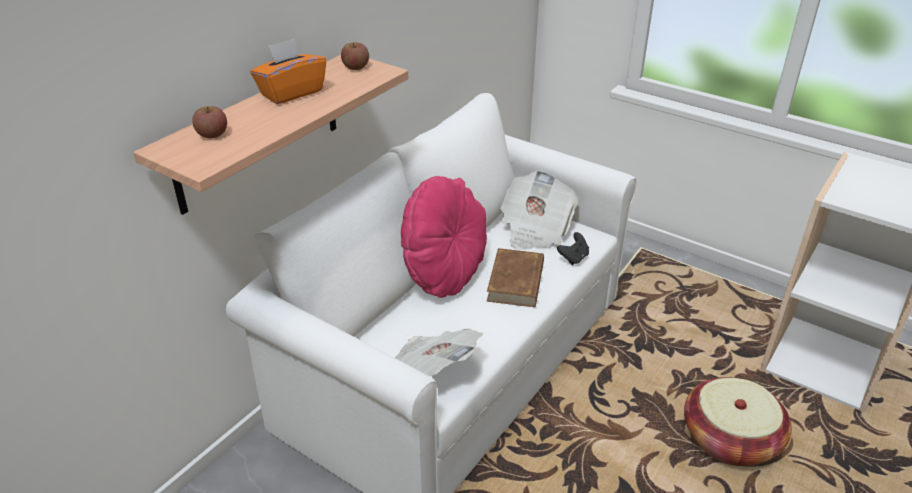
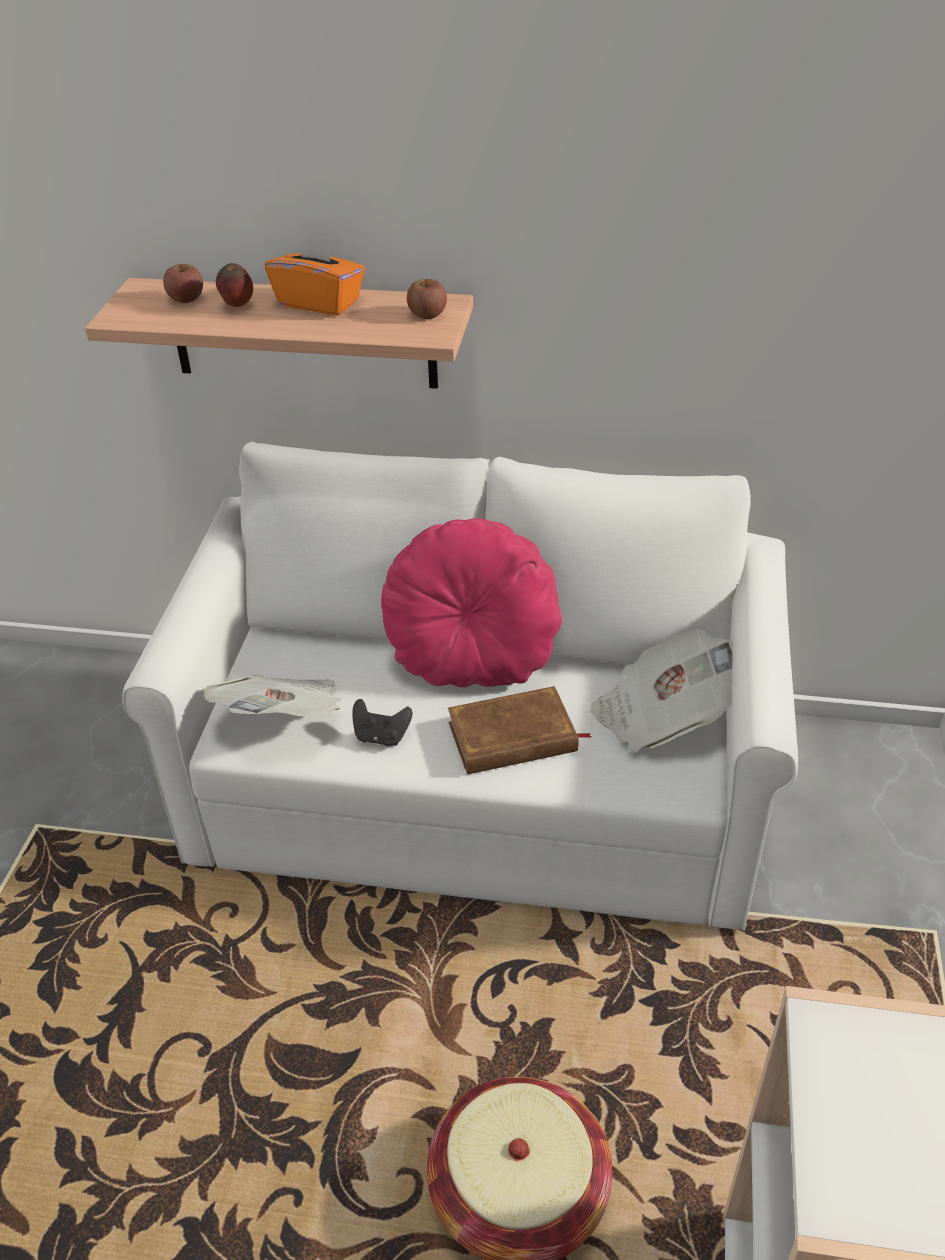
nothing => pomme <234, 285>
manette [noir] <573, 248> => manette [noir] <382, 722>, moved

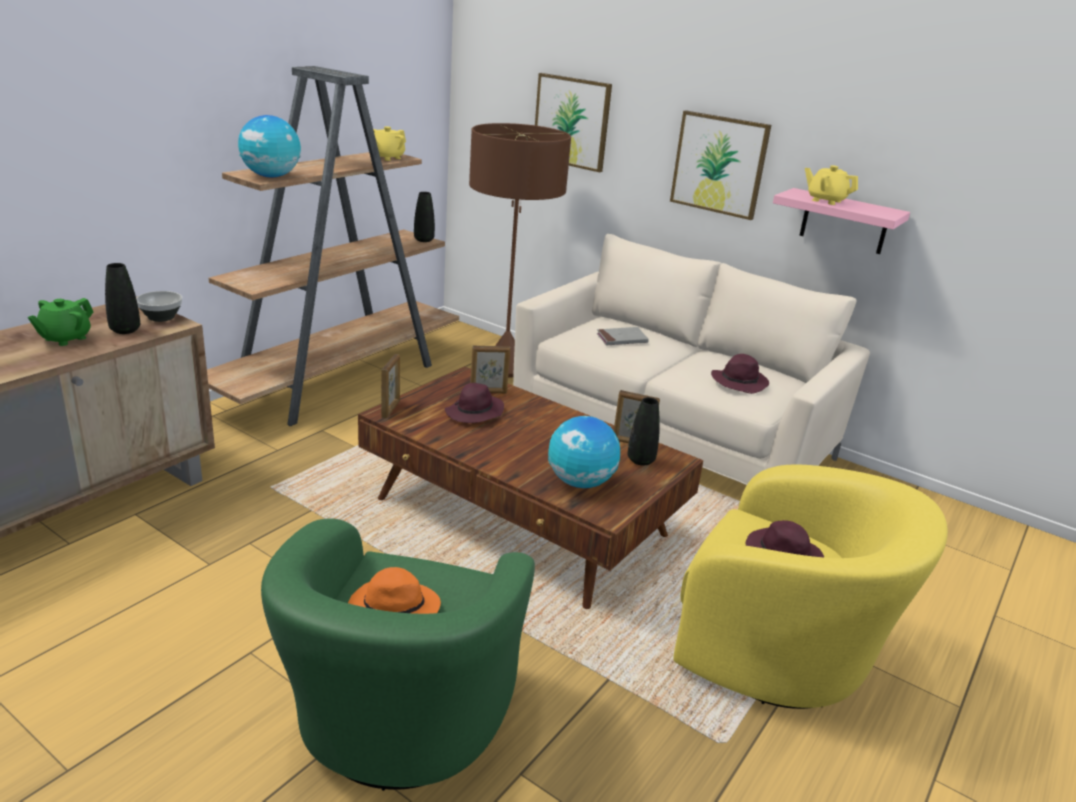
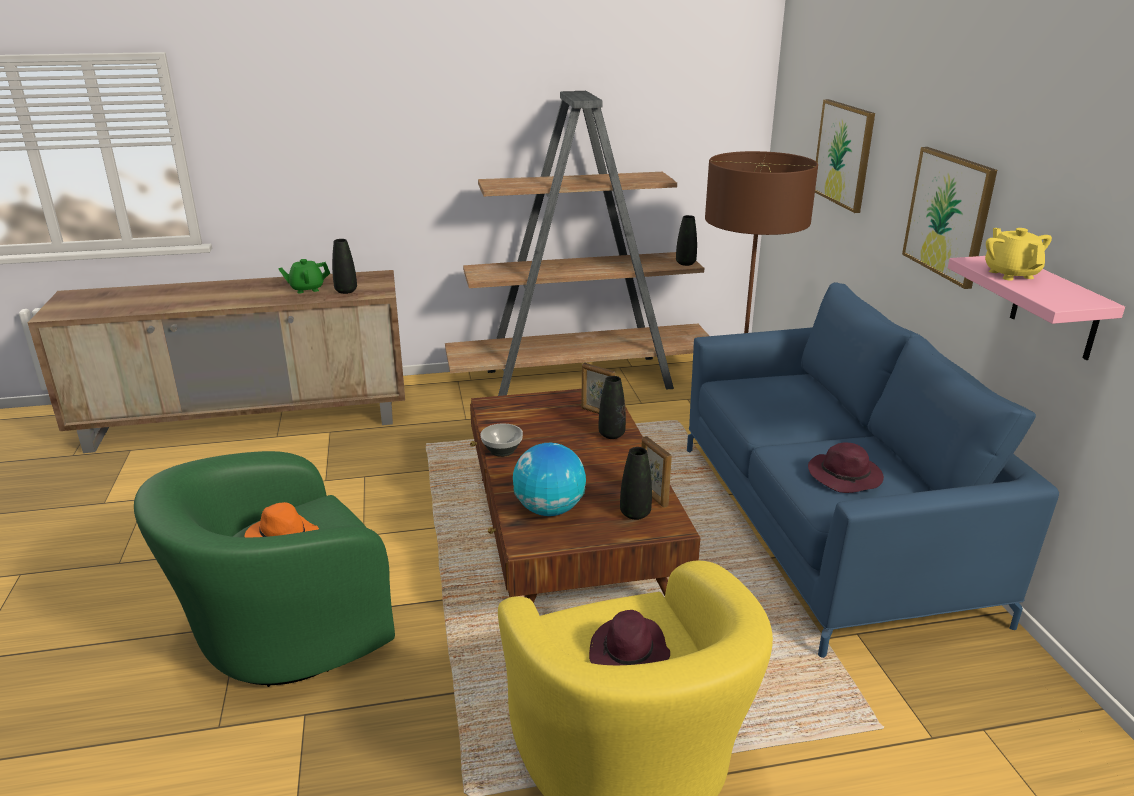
globe <269, 146> => nothing
théière [jaune] <389, 143> => nothing
cadre photo <390, 386> => nothing
chapeau [violet] <474, 403> => nothing
livre [gris] <623, 336> => nothing
nothing => vase [noir] <612, 407>
bol <159, 306> => bol <501, 440>, moved
canapé [beige] <691, 359> => canapé [bleu] <873, 470>

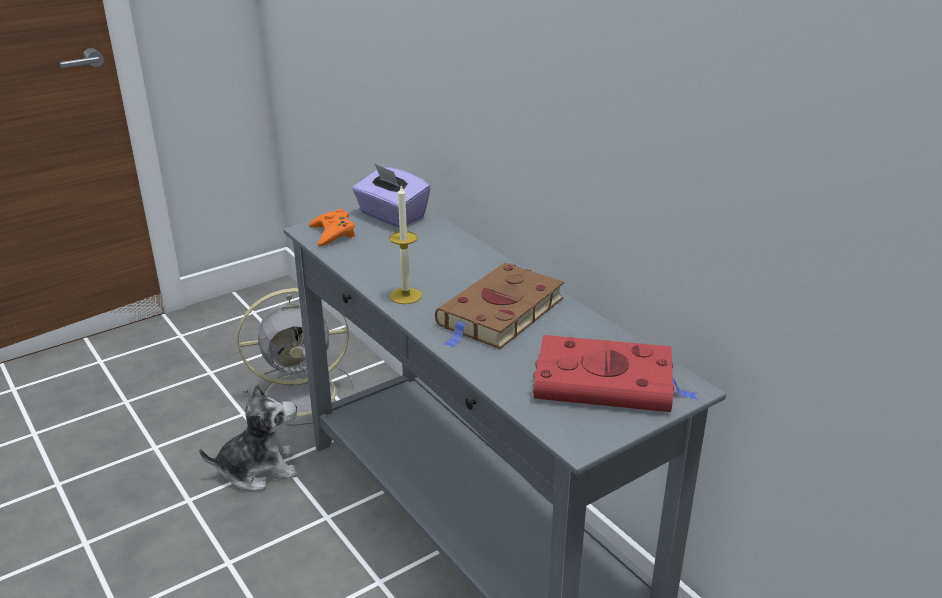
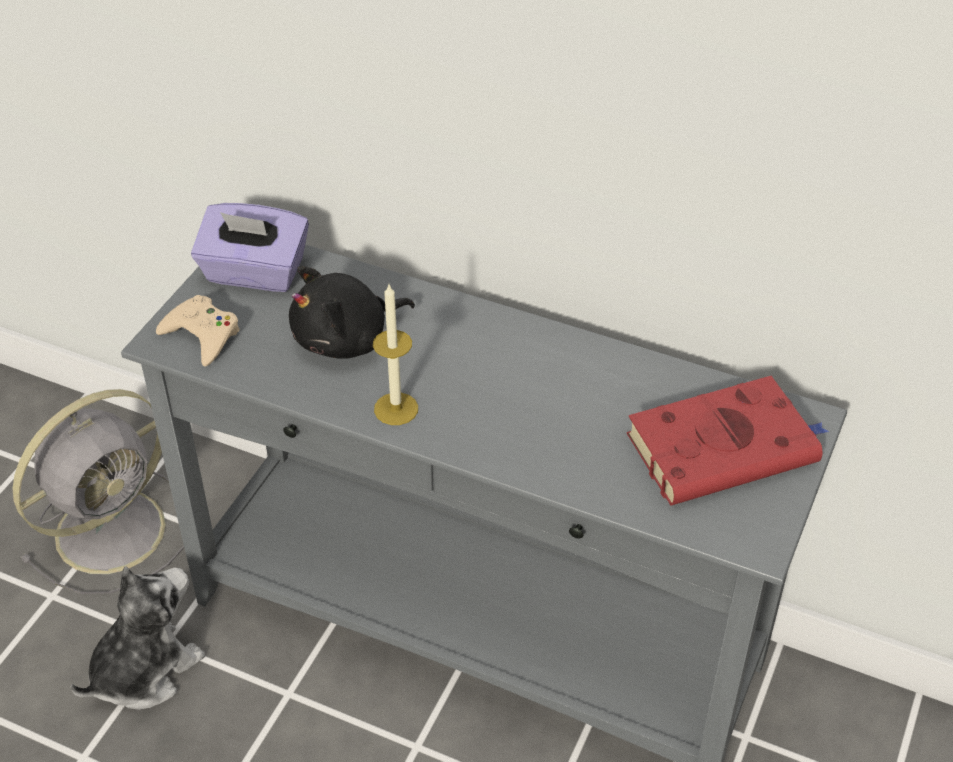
livre [marron] <499, 306> => nothing
nothing => peluche [noir] <352, 312>
manette [orange] <332, 227> => manette [beige] <198, 330>

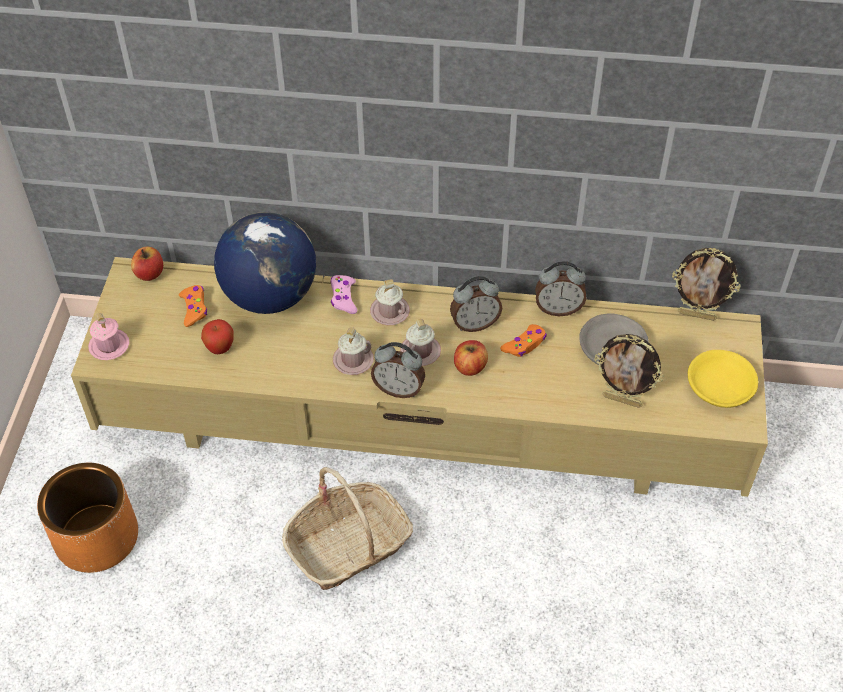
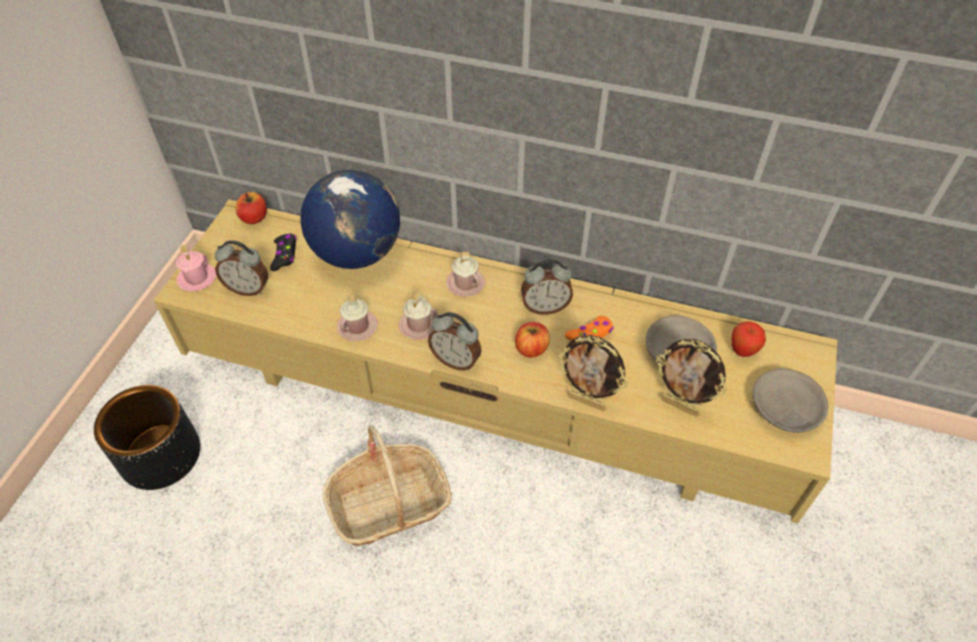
manette [rose] <344, 294> => nothing
pomme <217, 336> => pomme <748, 339>, moved
mug [rose] <420, 342> => mug [rose] <357, 317>, moved
réveil <560, 288> => réveil <241, 268>, moved
cadre photo <706, 284> => cadre photo <592, 373>, moved
cache-pot [orange] <87, 518> => cache-pot [noir] <147, 437>
manette [orange] <193, 306> => manette [noir] <283, 252>
bol [jaune] <723, 379> => bol [gris] <790, 400>

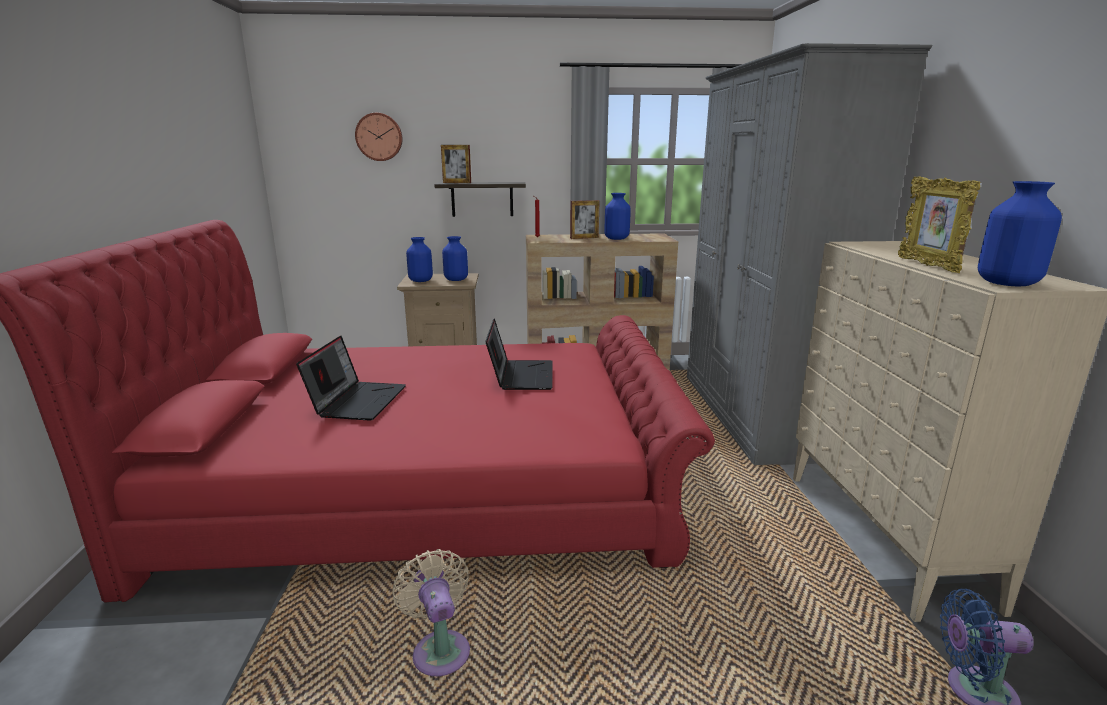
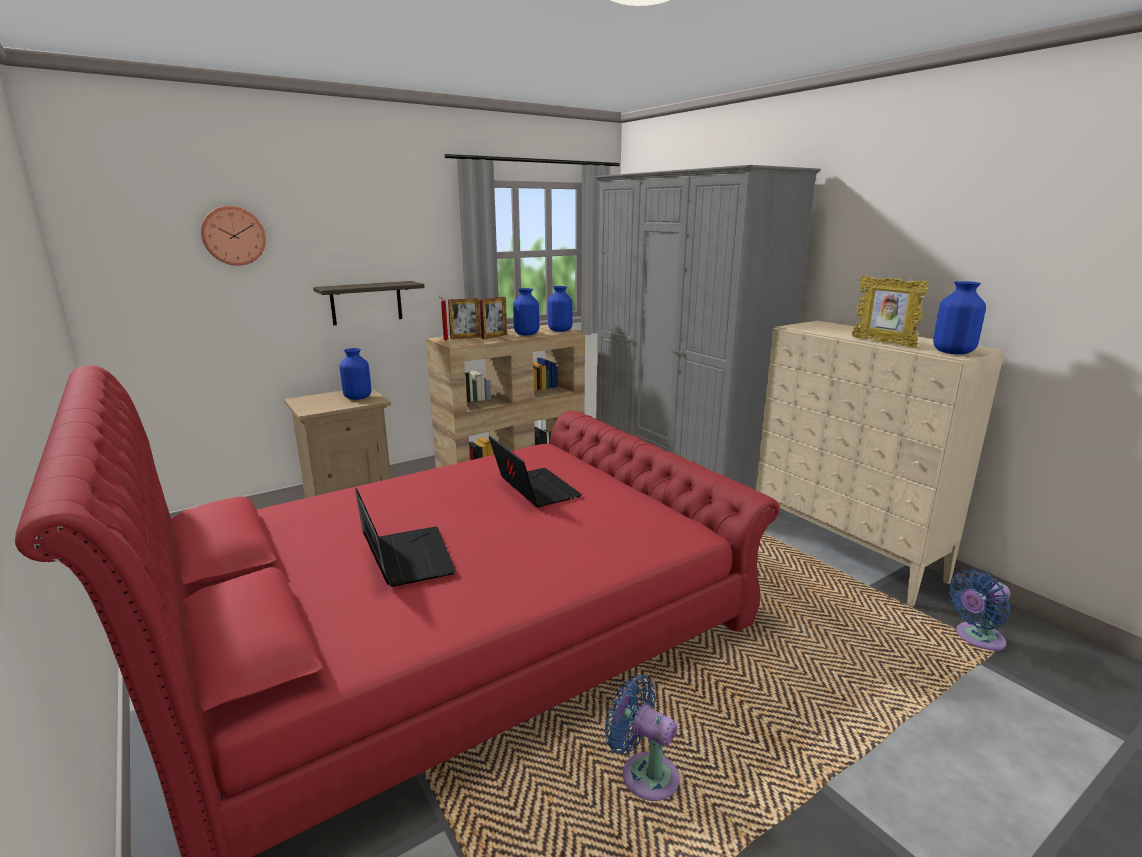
vase [bleu] <419, 259> => vase [bleu] <560, 309>, moved
cadre photo <456, 164> => cadre photo <464, 318>, moved
ventilateur [beige] <431, 612> => ventilateur [bleu] <642, 738>

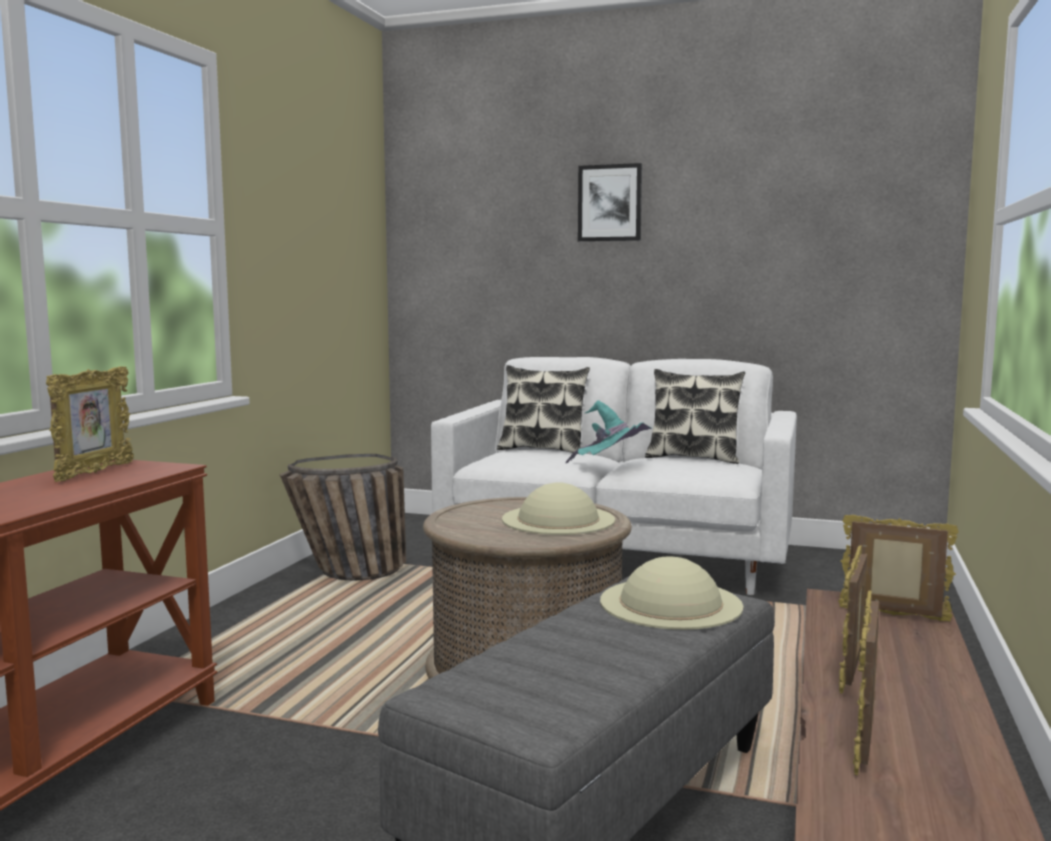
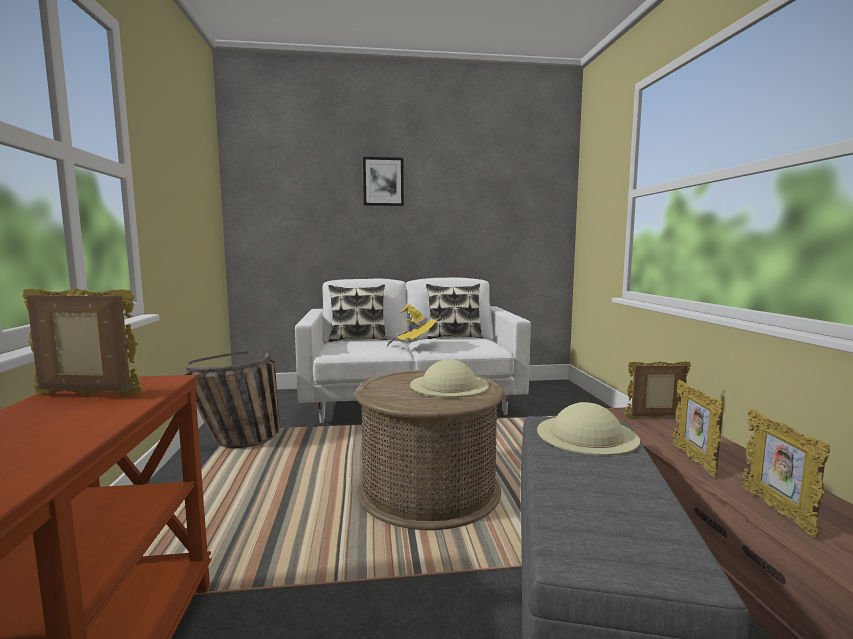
chapeau [turquoise] <608, 431> => chapeau [jaune] <414, 325>
cadre photo <90, 424> => cadre photo <83, 342>, 75 degrees counterclockwise

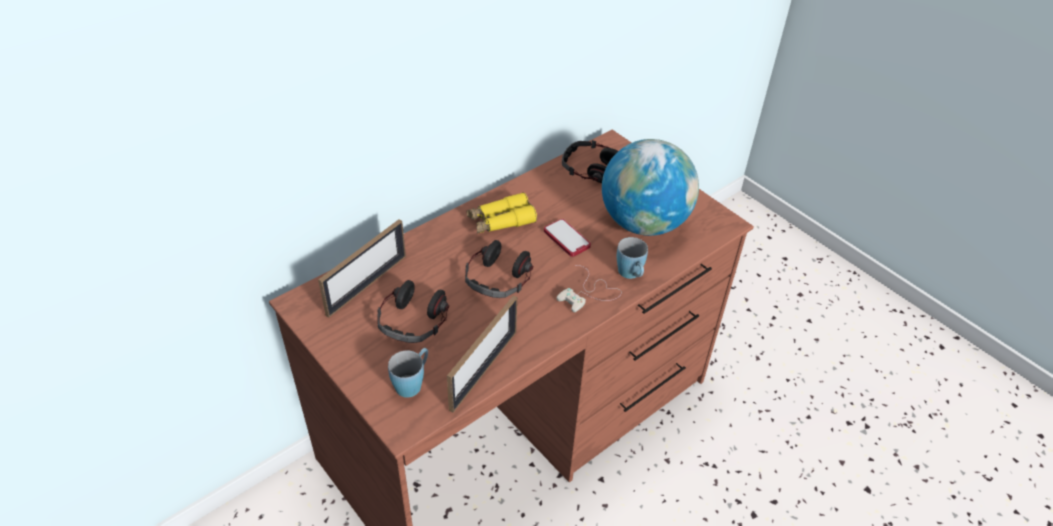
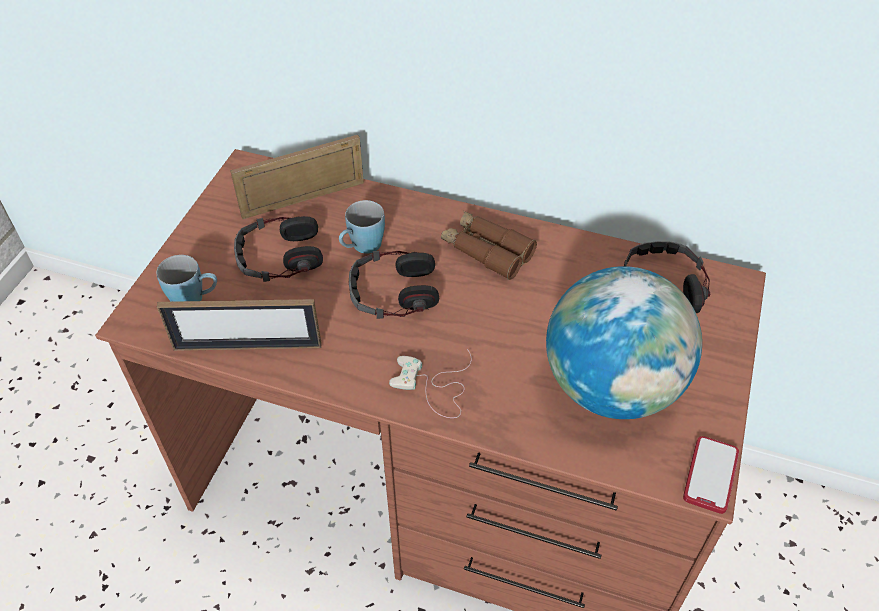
téléphone <567, 238> => téléphone <711, 475>, moved
mug [bleu] <632, 258> => mug [bleu] <362, 227>, moved
jumelles [jaune] <502, 212> => jumelles [marron] <489, 245>
cadre photo <362, 268> => cadre photo <297, 177>, 150 degrees clockwise

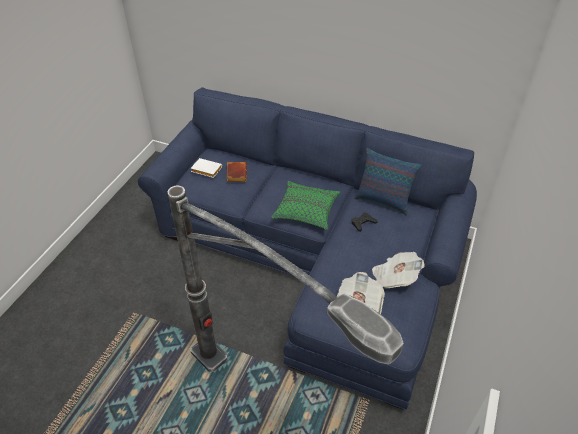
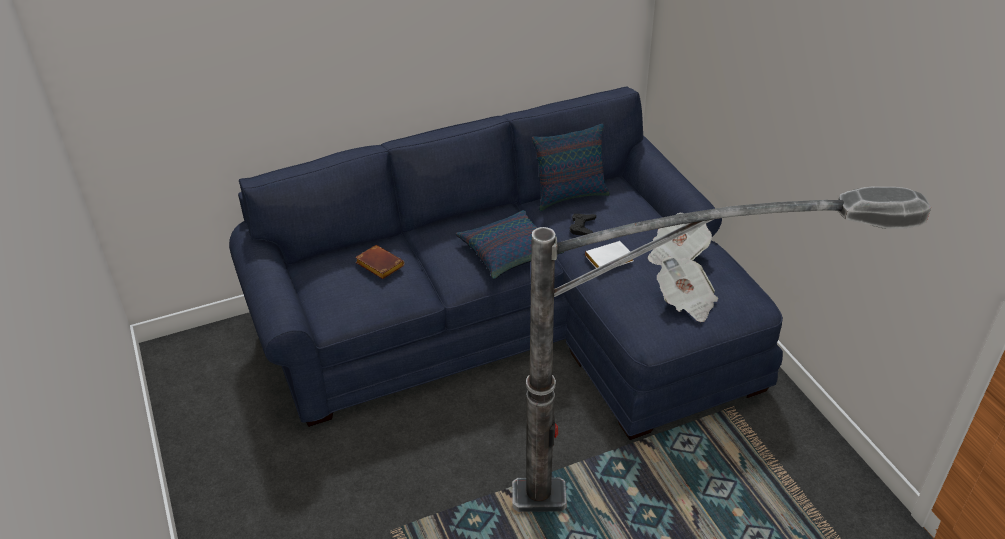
livre [blanc] <206, 168> => livre [blanc] <609, 254>, moved
coussin [vert] <305, 205> => coussin [bleu] <510, 244>

